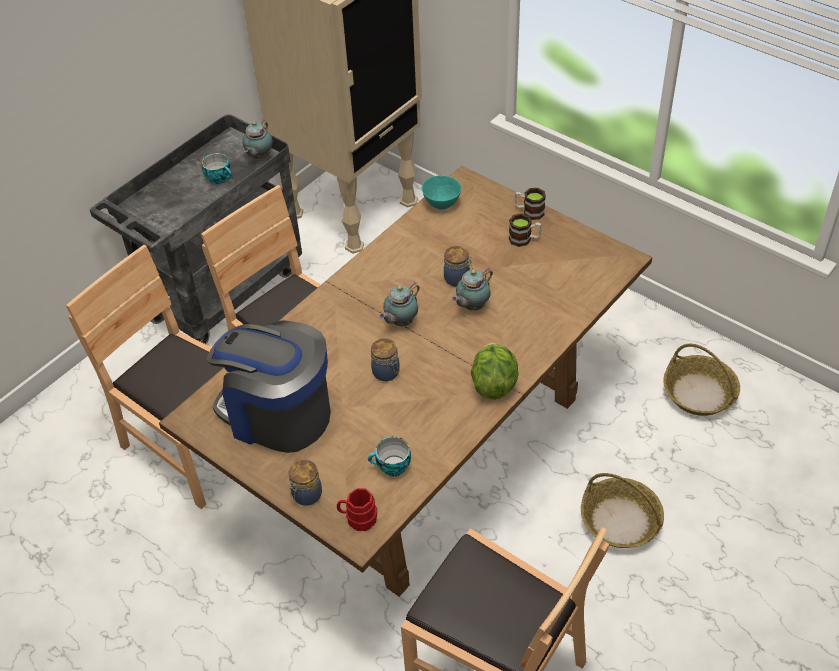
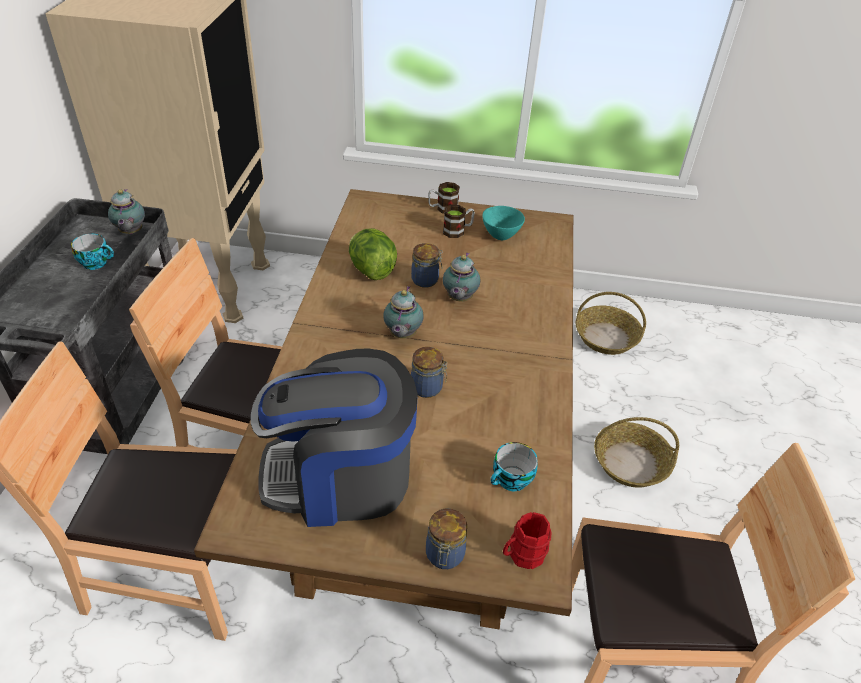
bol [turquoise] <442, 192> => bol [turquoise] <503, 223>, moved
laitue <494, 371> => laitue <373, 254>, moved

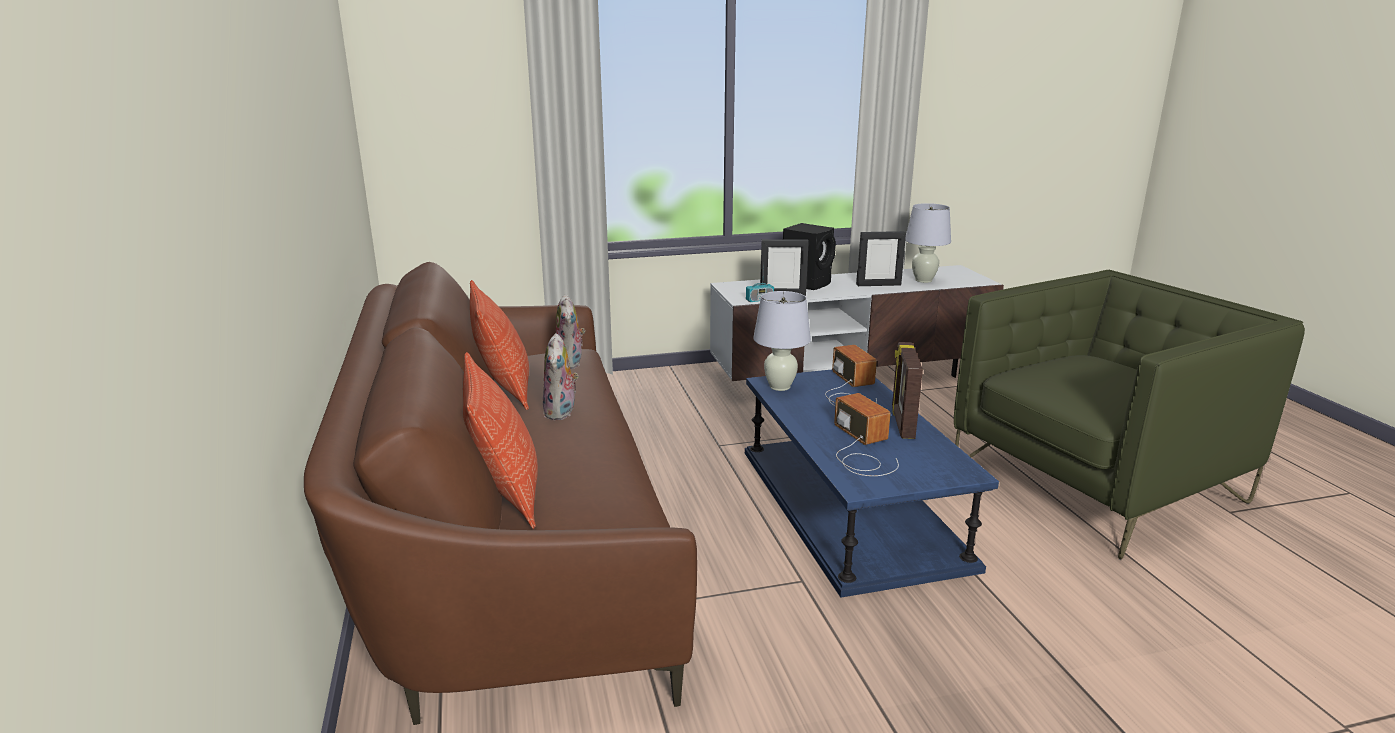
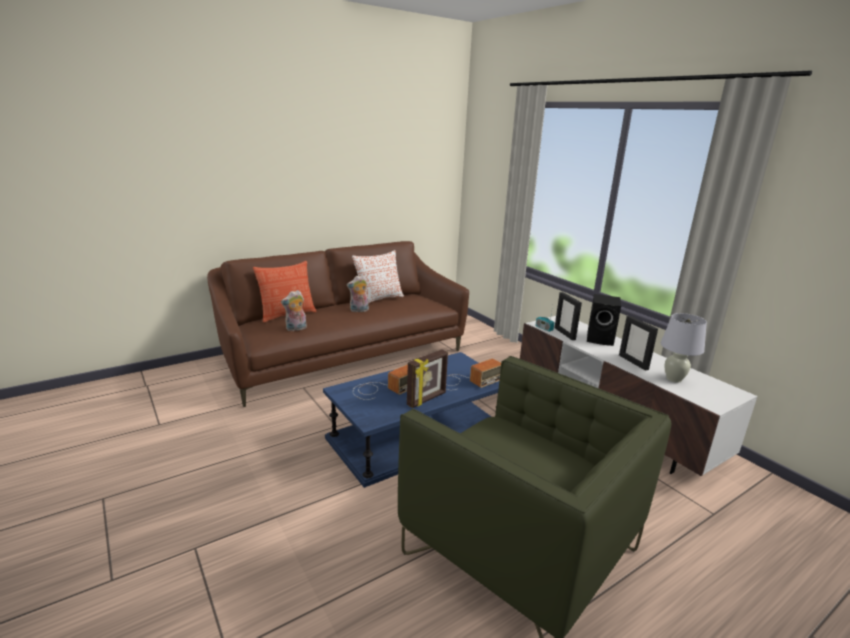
lampe de table [blanc] <782, 341> => nothing
peluche <570, 332> => peluche <294, 310>, moved
coussin [orange] <499, 345> => coussin [blanc] <378, 276>
cadre photo <907, 390> => cadre photo <427, 378>, 150 degrees clockwise

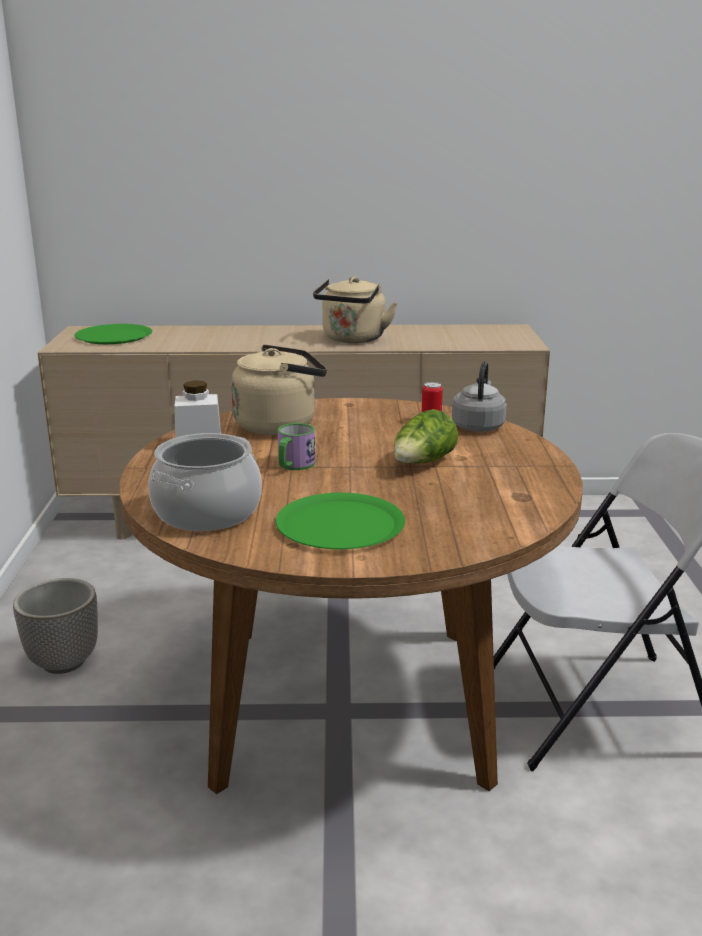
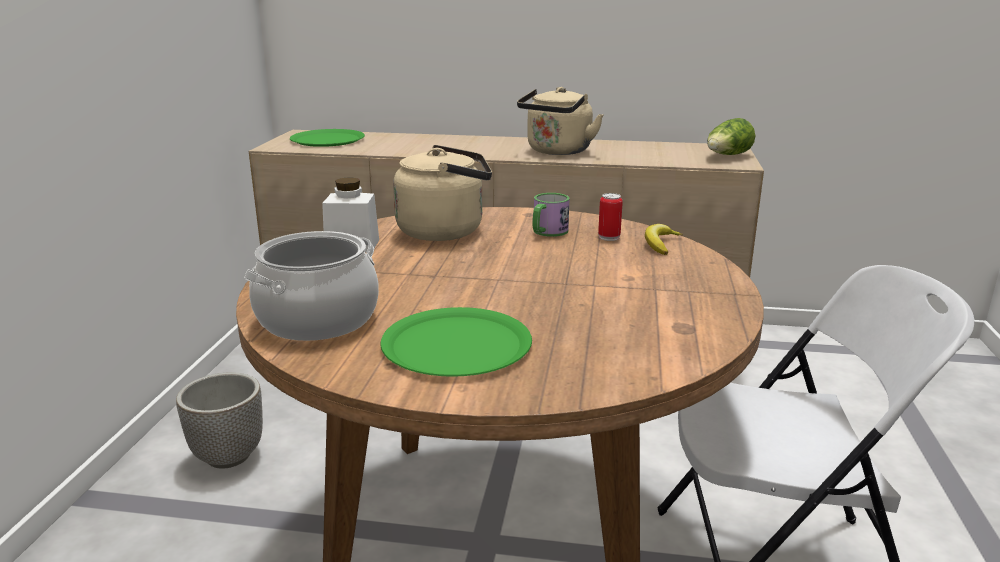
mug <296, 446> => mug <551, 215>, moved
laitue <426, 436> => laitue <731, 136>, moved
bouilloire [gris] <479, 396> => banane <664, 239>

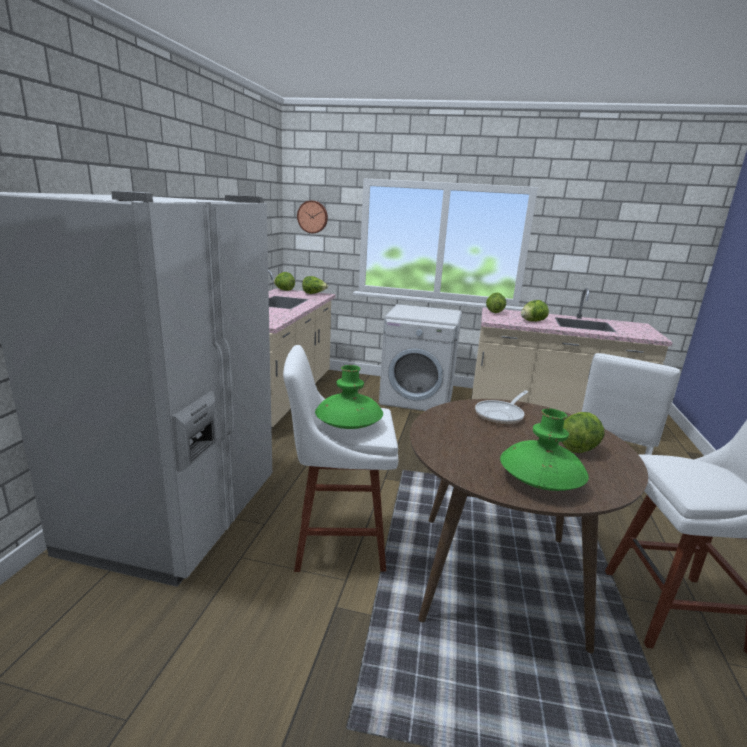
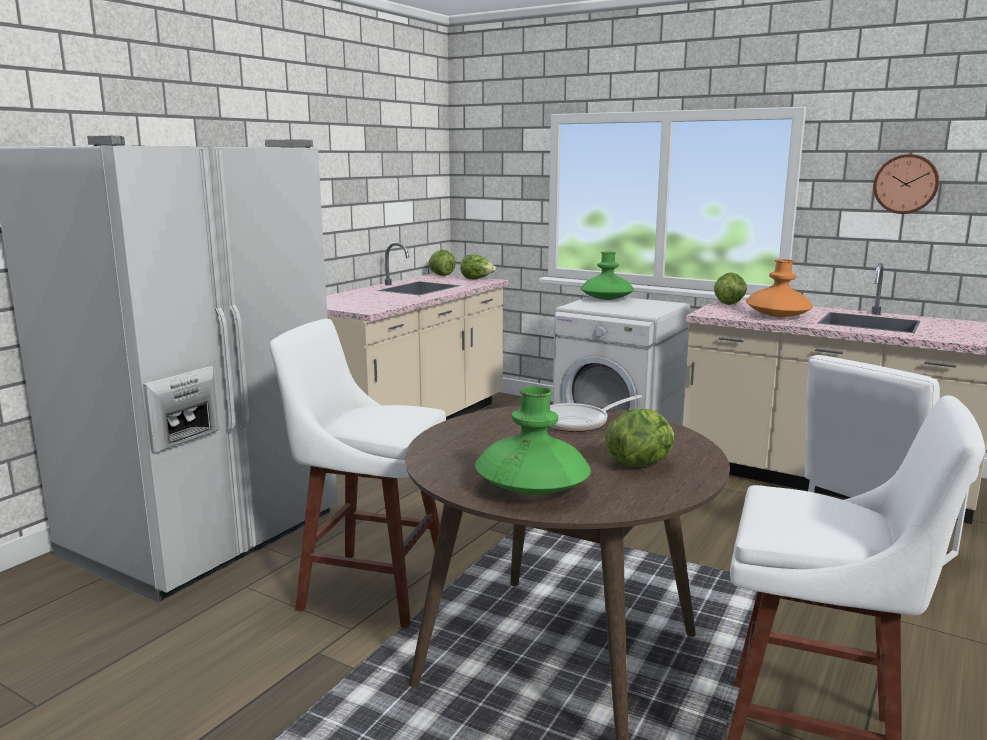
horloge murale <312, 217> => horloge murale <906, 184>, moved
vase [vert] <349, 397> => vase [vert] <607, 275>, moved
laitue <535, 311> => vase [orange] <779, 288>

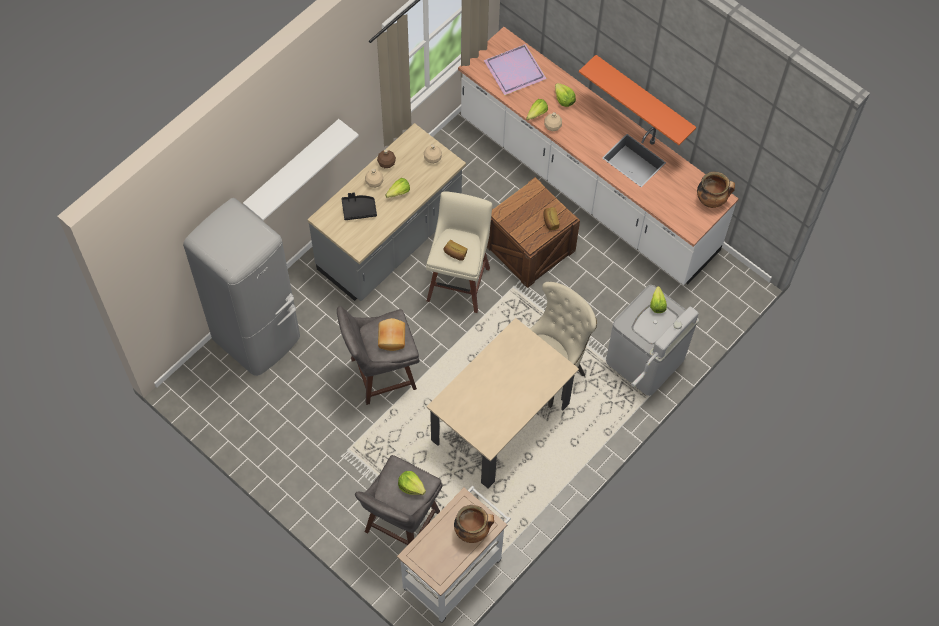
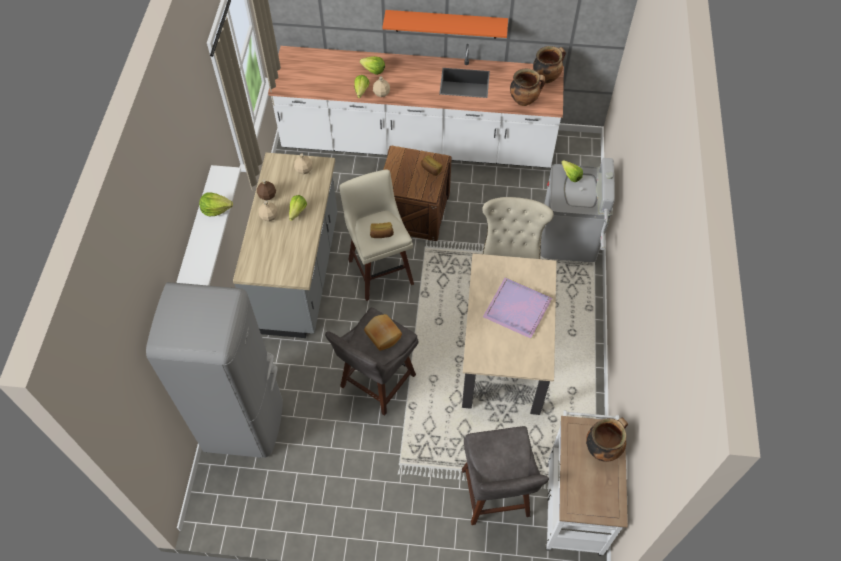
plateau [noir] <359, 206> => nothing
nothing => marmite <527, 87>
laitue <412, 483> => laitue <216, 204>, moved
plateau [violet] <515, 69> => plateau [violet] <517, 308>, moved

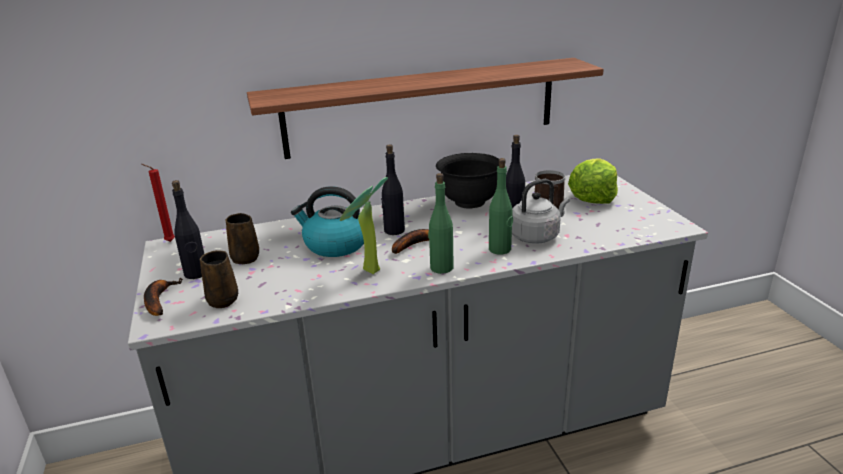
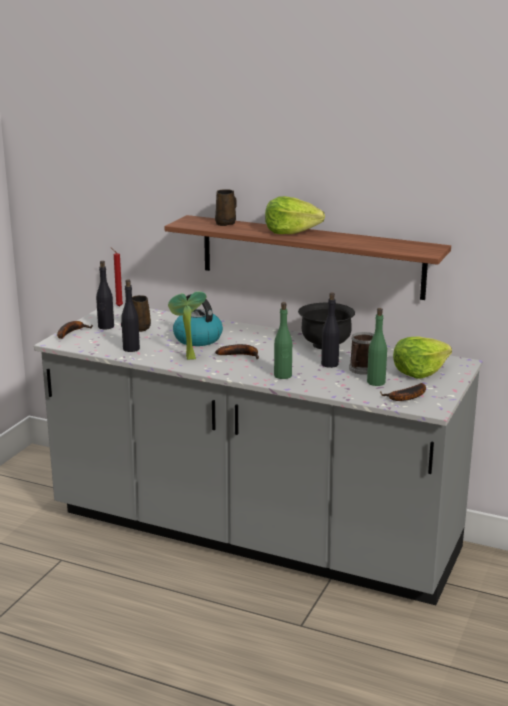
bouilloire [gris] <541, 211> => nothing
nothing => laitue <295, 215>
nothing => banane <403, 392>
mug [marron] <219, 279> => mug [marron] <226, 207>, moved
bouteille [noir] <393, 190> => bouteille [noir] <130, 315>, moved
bouteille [vert] <441, 223> => bouteille [vert] <377, 347>, moved

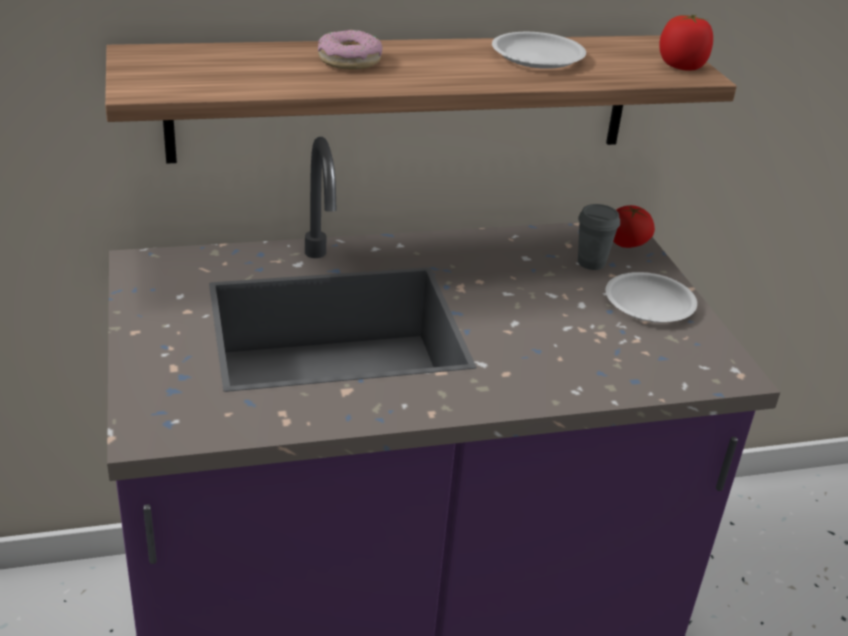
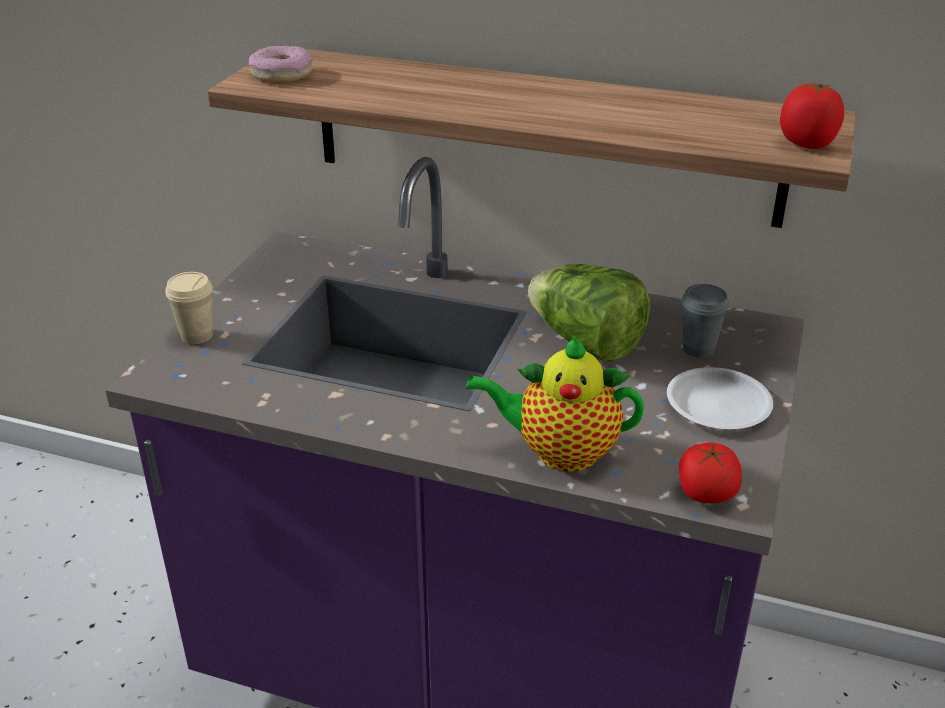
assiette [blanc] <539, 50> => nothing
nothing => tasse [beige] <189, 308>
nothing => théière <555, 403>
nothing => laitue <589, 313>
beignet <350, 50> => beignet <281, 64>, moved
tomate <634, 226> => tomate <710, 473>, moved

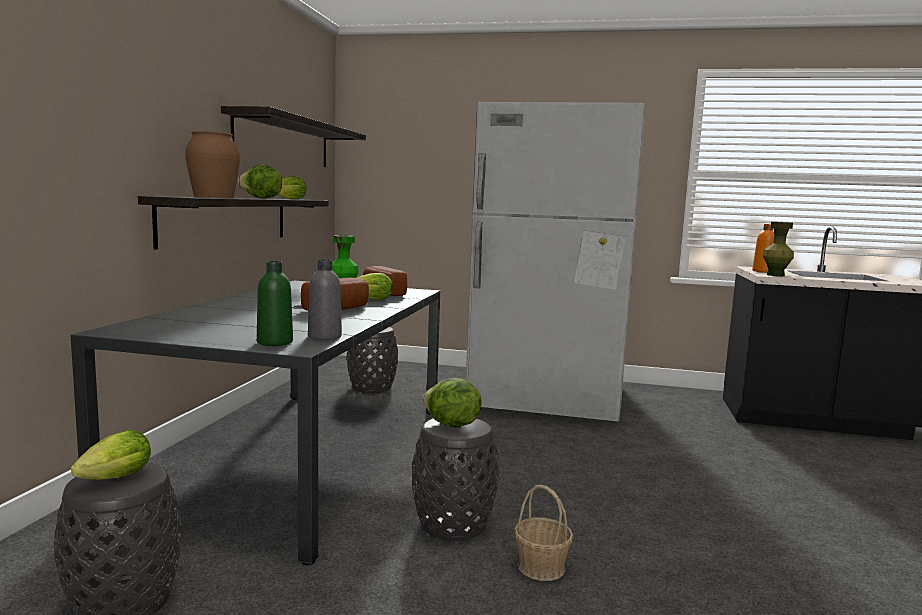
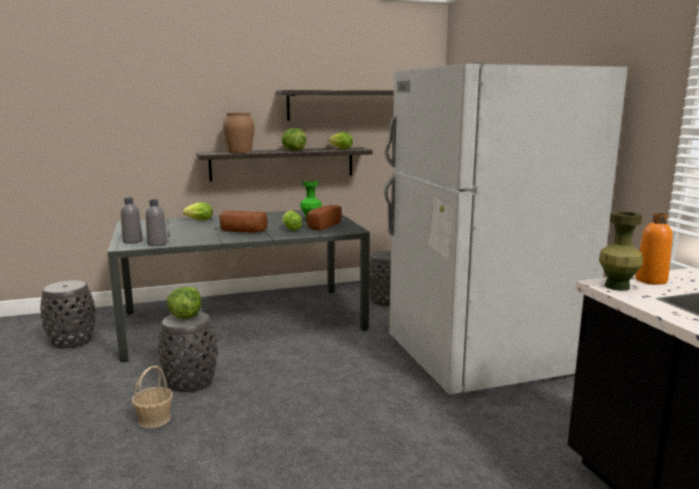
laitue <111, 454> => laitue <198, 211>, moved
bouteille [vert] <275, 303> => bouteille [gris] <132, 221>

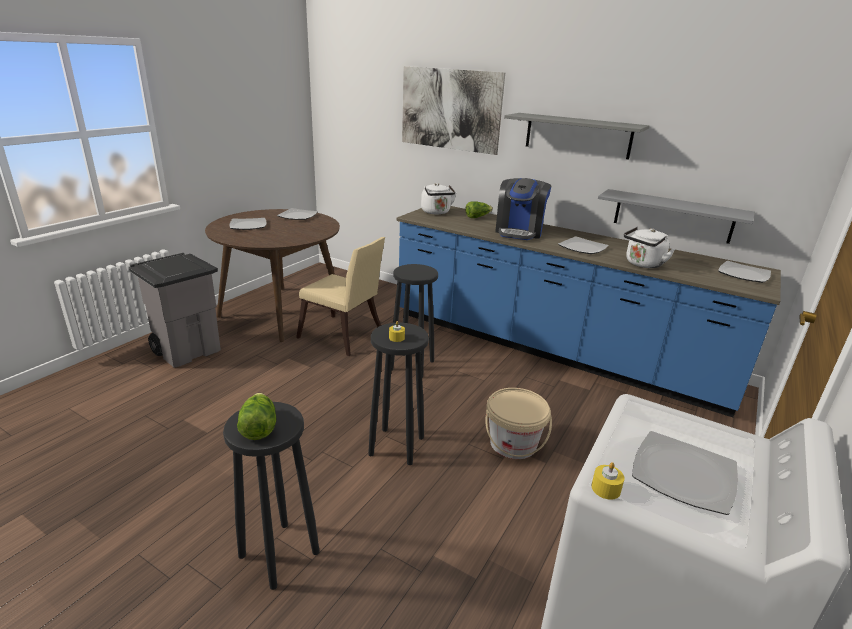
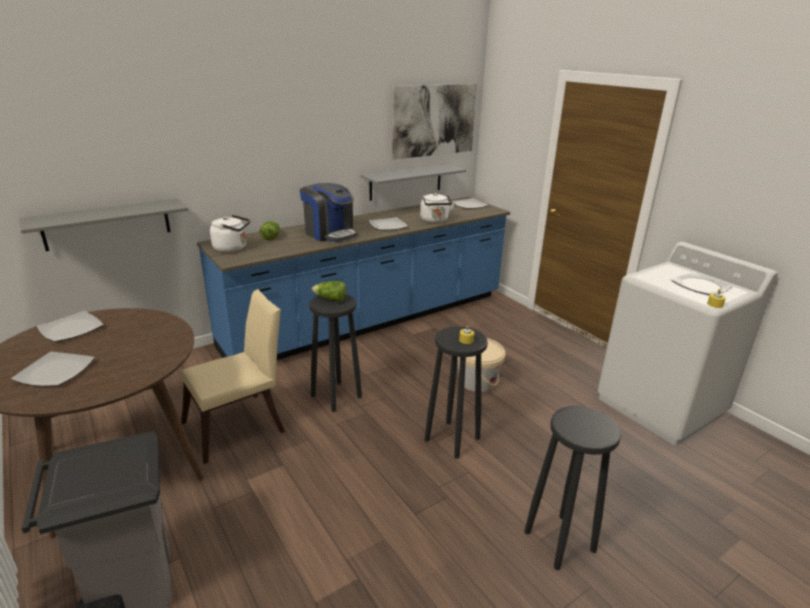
laitue <256, 416> => laitue <329, 291>, moved
tableau <453, 110> => tableau <434, 122>, moved
étagère [gris] <576, 136> => étagère [gris] <103, 224>, moved

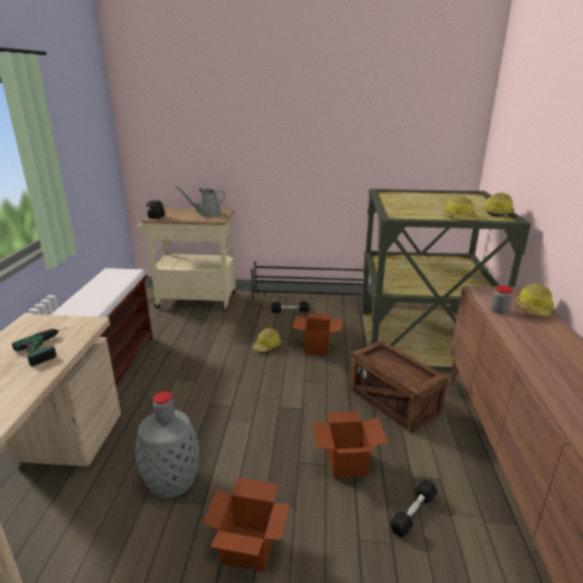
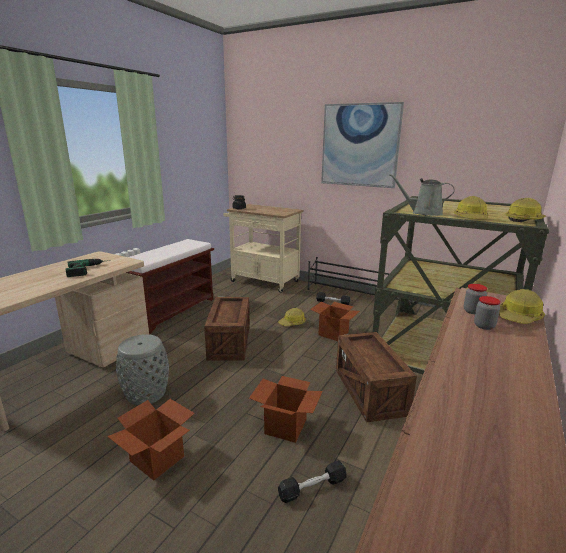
nothing => caisse <227, 329>
nothing => tableau <362, 145>
bocal <164, 407> => bocal <487, 313>, moved
arrosoir [gris] <200, 201> => arrosoir [gris] <422, 195>, moved

